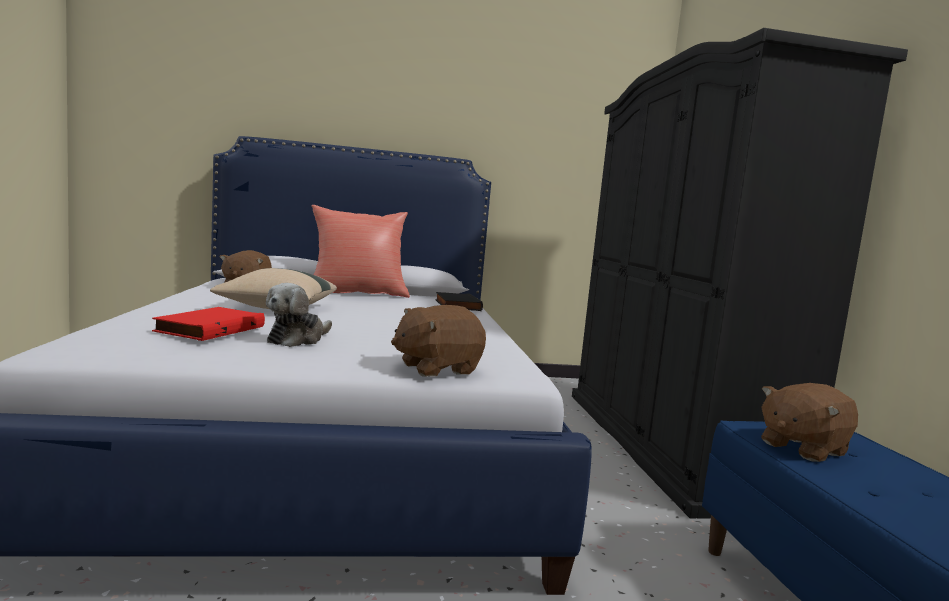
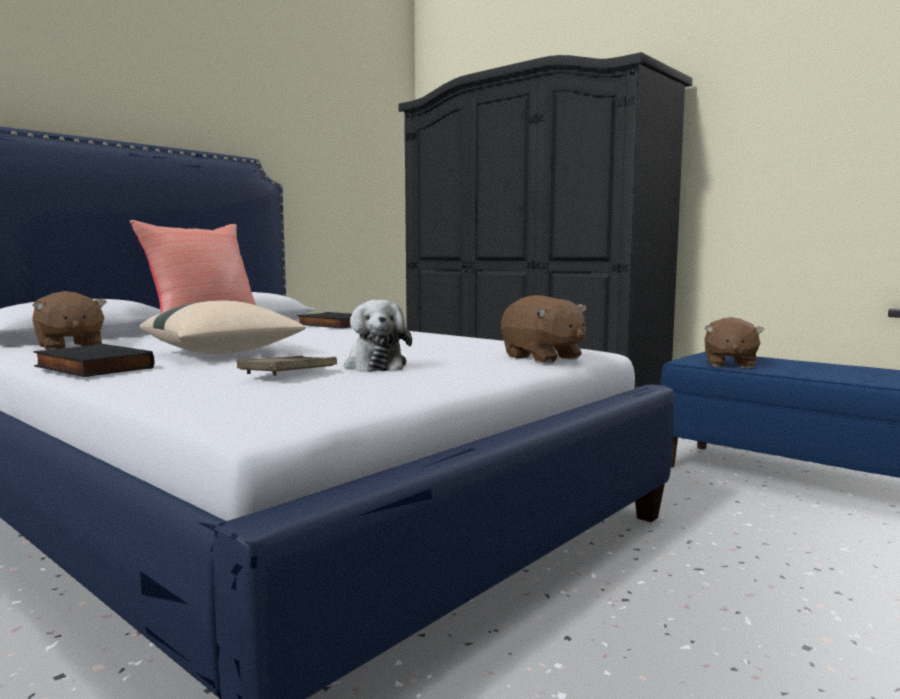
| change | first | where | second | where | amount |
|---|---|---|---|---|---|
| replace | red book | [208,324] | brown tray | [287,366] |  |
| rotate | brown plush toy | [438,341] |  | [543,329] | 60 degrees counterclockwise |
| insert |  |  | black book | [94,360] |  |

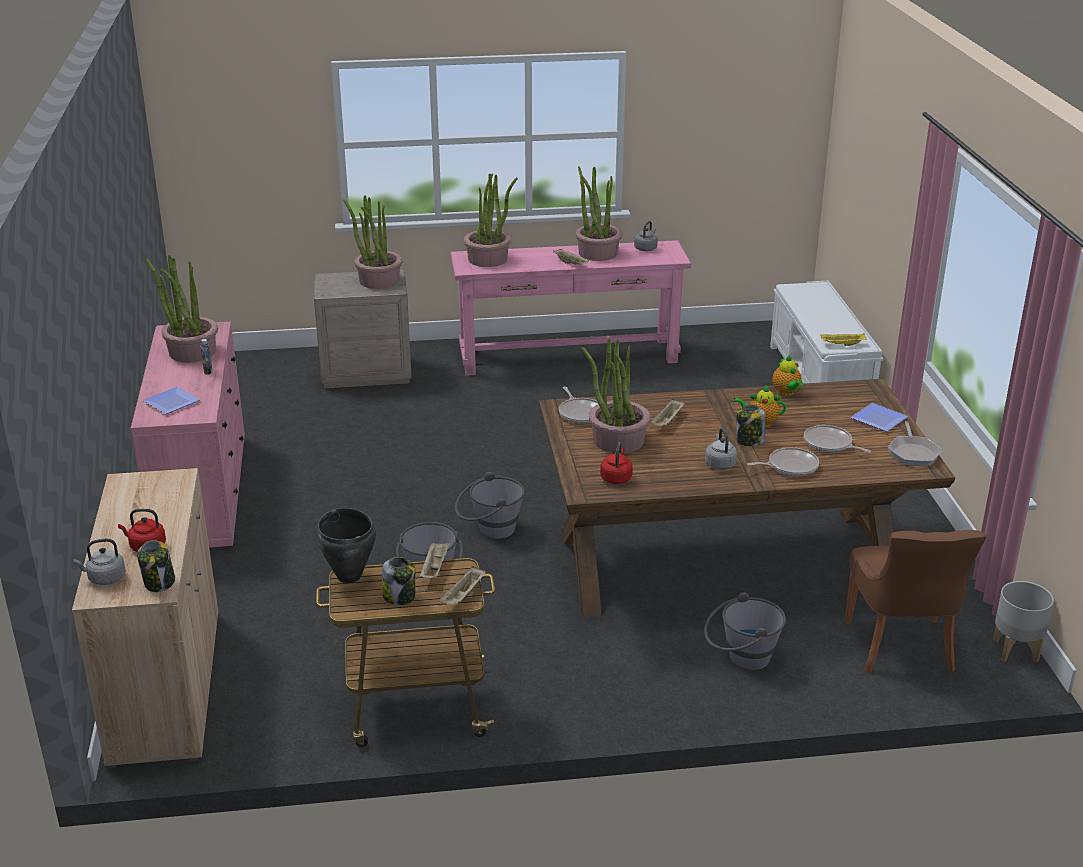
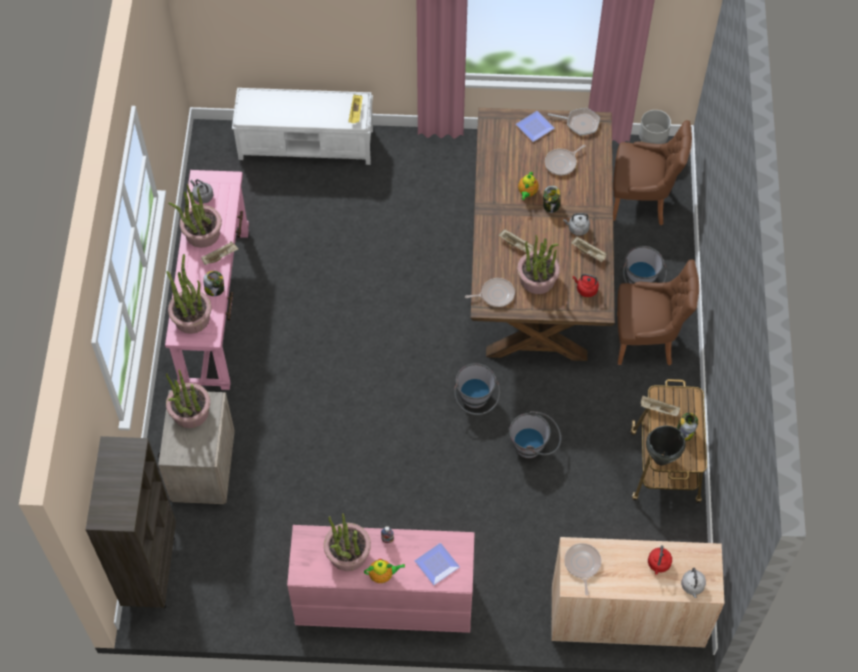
| change | first | where | second | where | amount |
|---|---|---|---|---|---|
| move | jar | [156,566] |  | [213,283] |  |
| move | beige tray | [462,585] |  | [589,249] |  |
| move | frying pan | [783,461] |  | [582,569] |  |
| move | teapot | [788,375] |  | [384,571] |  |
| insert |  |  | brown bookcase | [131,522] |  |
| insert |  |  | brown chair | [658,312] |  |

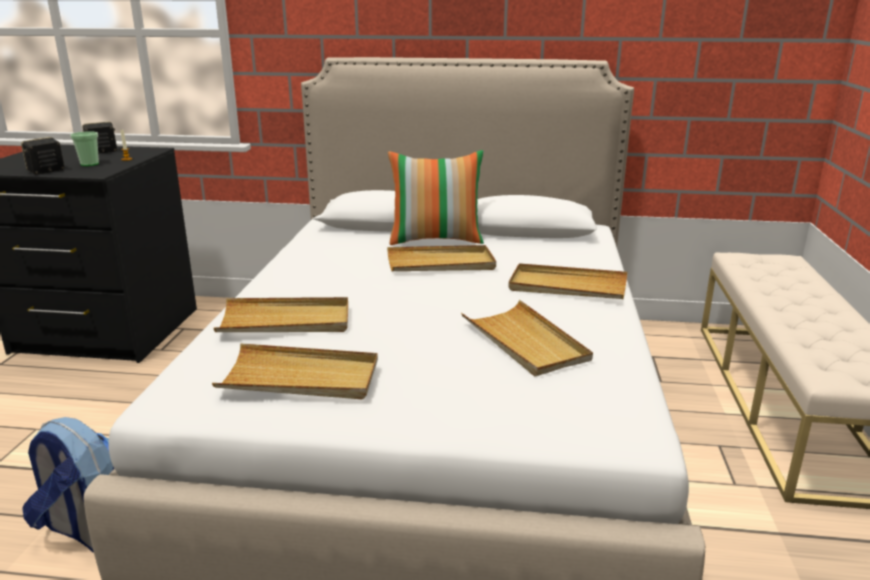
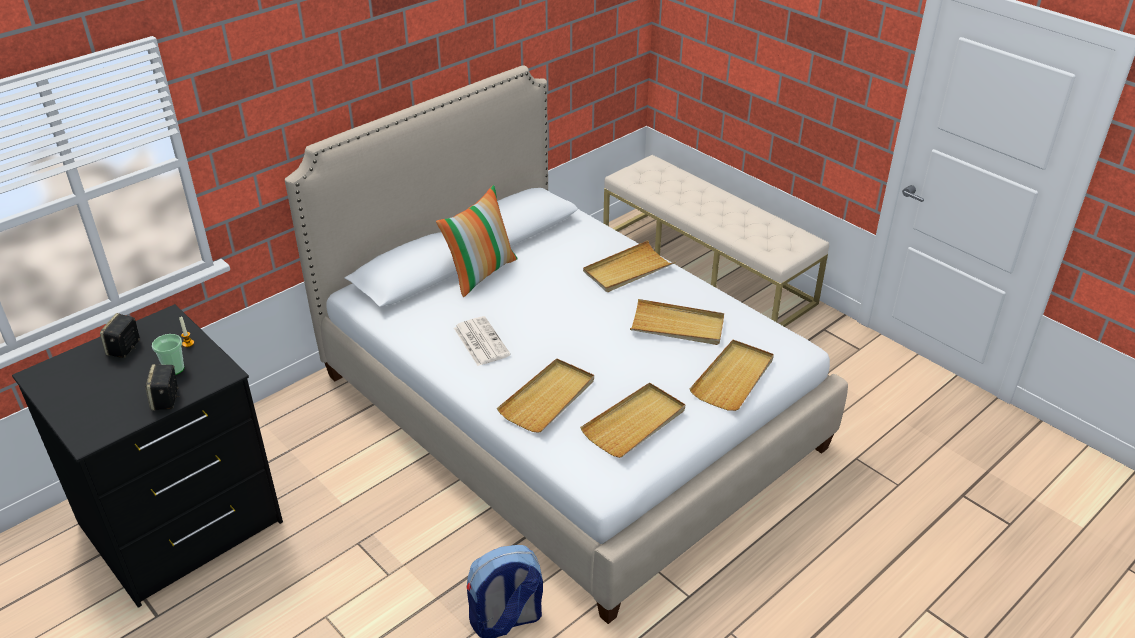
| change | first | where | second | where | amount |
|---|---|---|---|---|---|
| move | beige tray | [441,258] |  | [732,375] |  |
| insert |  |  | newspaper | [482,341] |  |

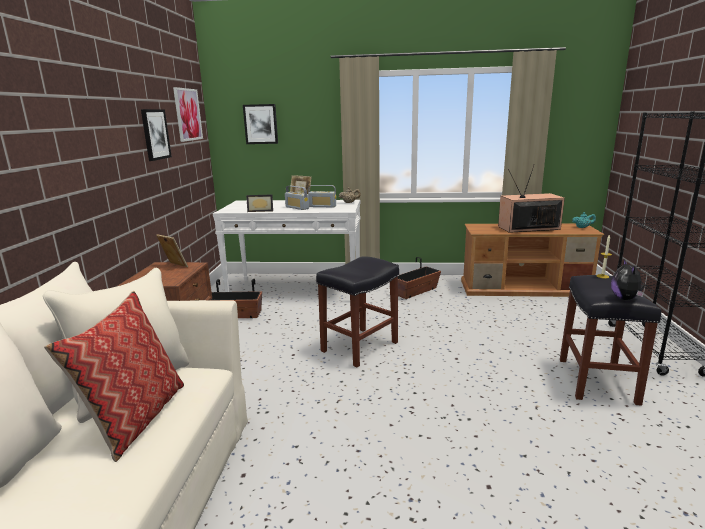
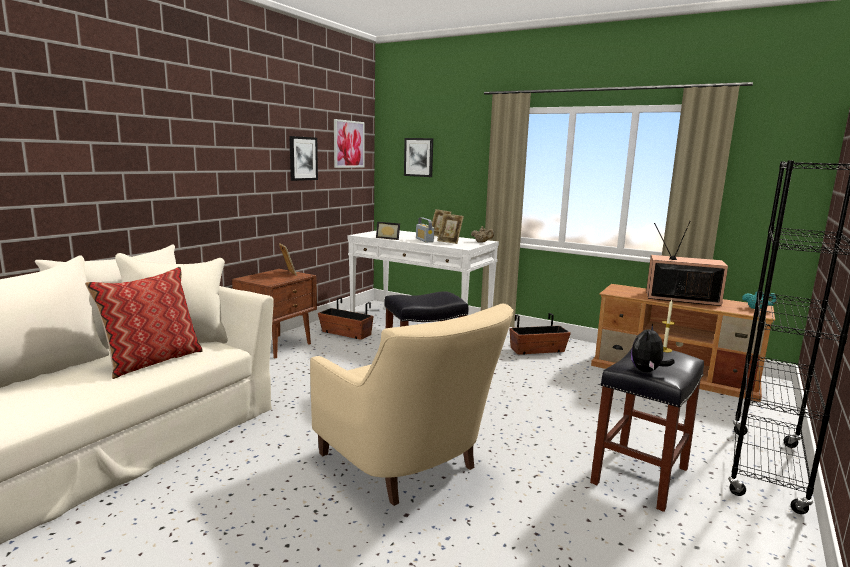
| change | first | where | second | where | amount |
|---|---|---|---|---|---|
| replace | radio | [322,196] | picture frame | [450,228] |  |
| insert |  |  | beige armchair | [411,405] |  |

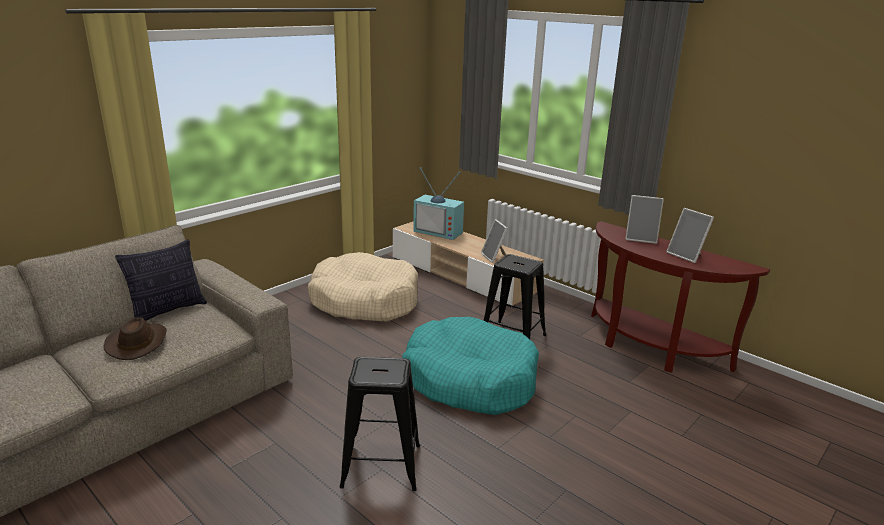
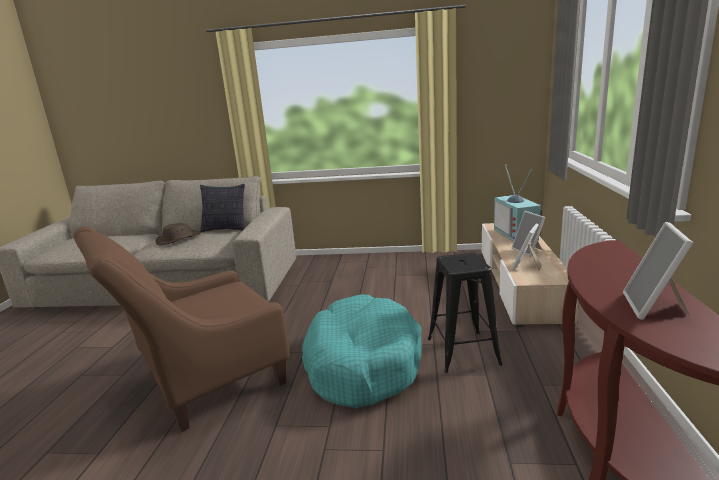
| change | first | where | second | where | amount |
|---|---|---|---|---|---|
| delete | beige dog bed | [362,287] |  |  |  |
| replace | black stool | [380,424] | brown armchair | [181,329] |  |
| move | picture frame | [644,219] |  | [528,234] |  |

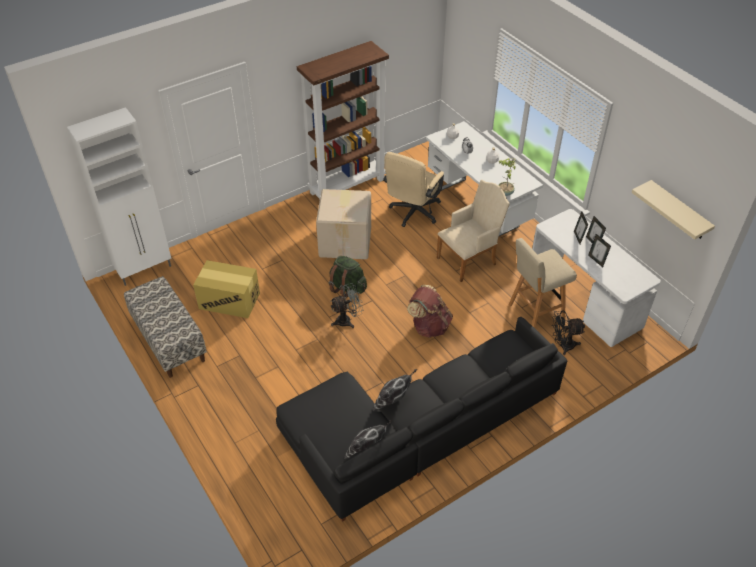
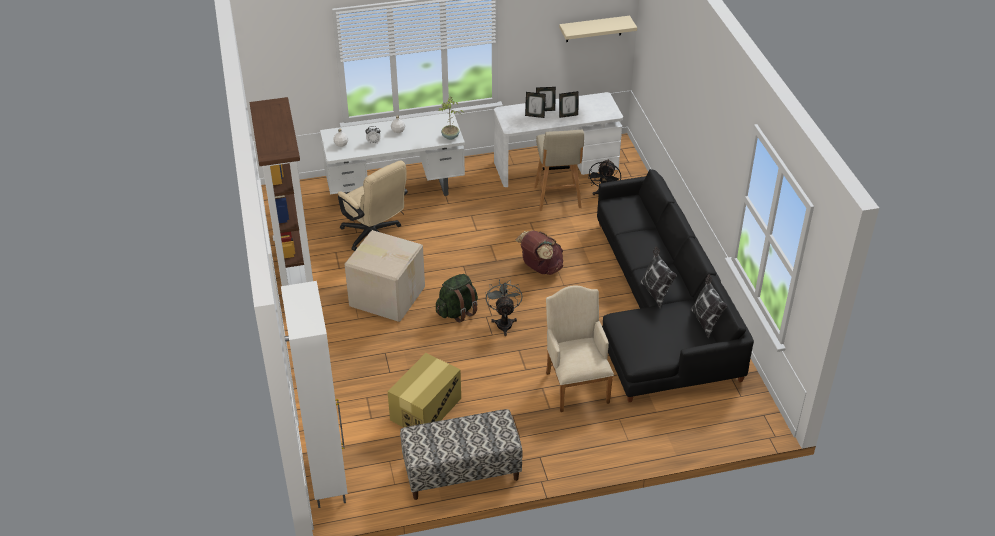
| change | first | where | second | where | amount |
|---|---|---|---|---|---|
| move | beige armchair | [473,231] |  | [580,348] |  |

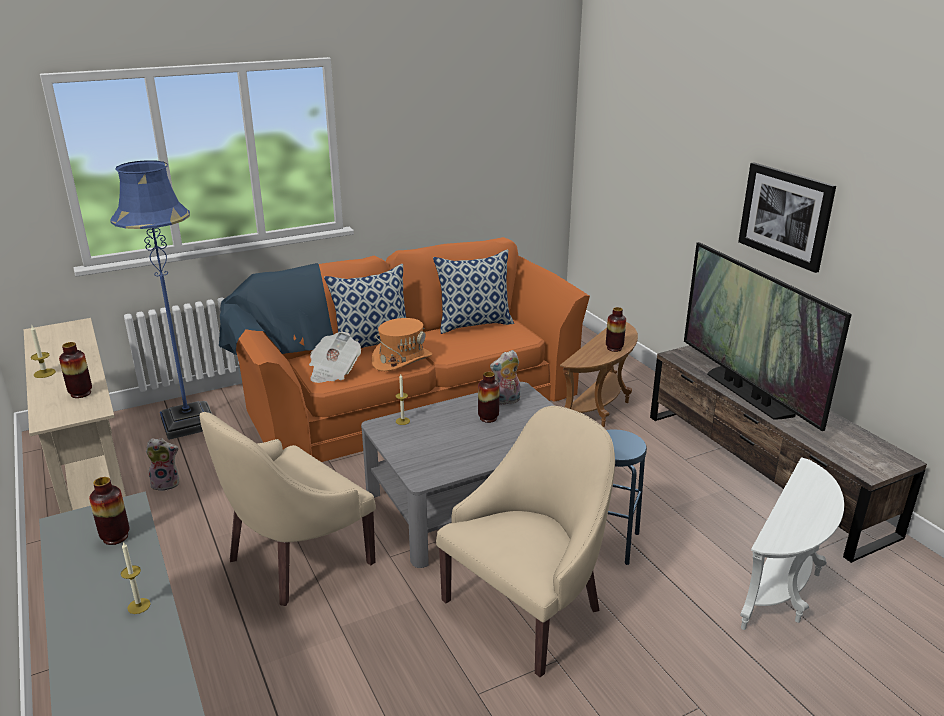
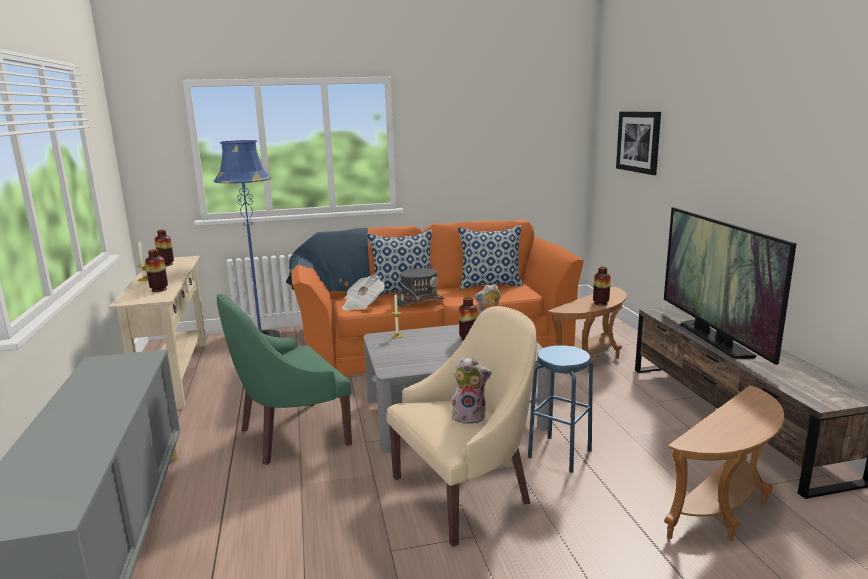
| change | first | where | second | where | amount |
|---|---|---|---|---|---|
| move | vase | [109,511] |  | [164,248] |  |
| delete | candle | [136,578] |  |  |  |
| move | plush toy | [162,464] |  | [471,390] |  |
| recolor | beige armchair | [288,509] | green armchair | [284,379] |  |
| recolor | orange hat | [401,344] | grey hat | [419,287] |  |
| move | picture | [787,217] |  | [638,143] |  |
| recolor | white side table | [792,543] | brown side table | [724,463] |  |

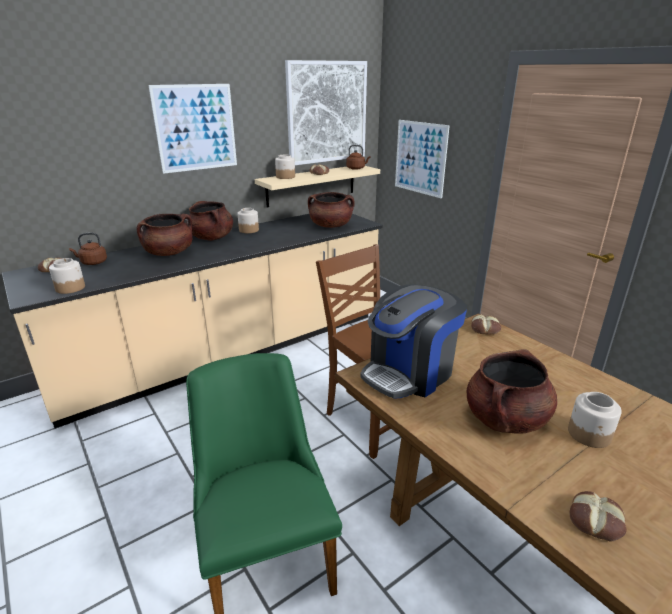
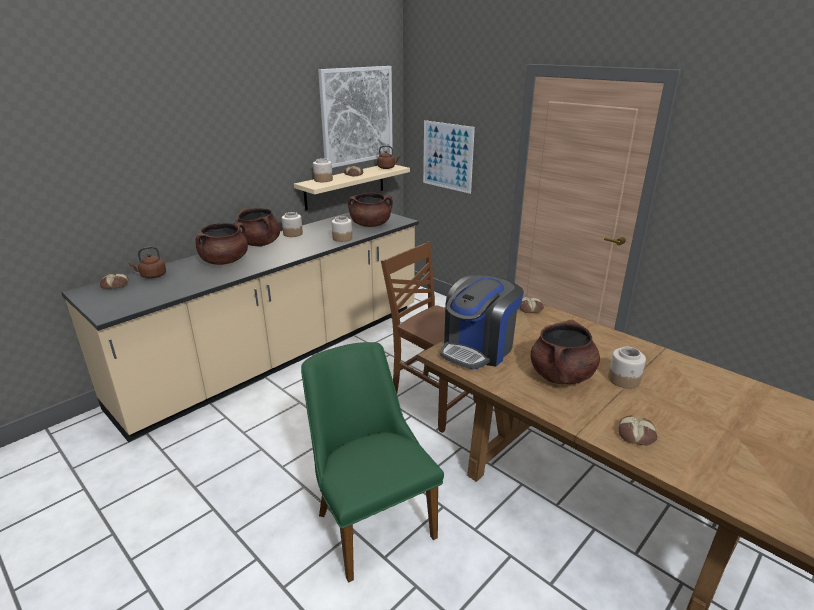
| change | first | where | second | where | amount |
|---|---|---|---|---|---|
| move | jar | [67,276] |  | [342,229] |  |
| delete | picture | [192,129] |  |  |  |

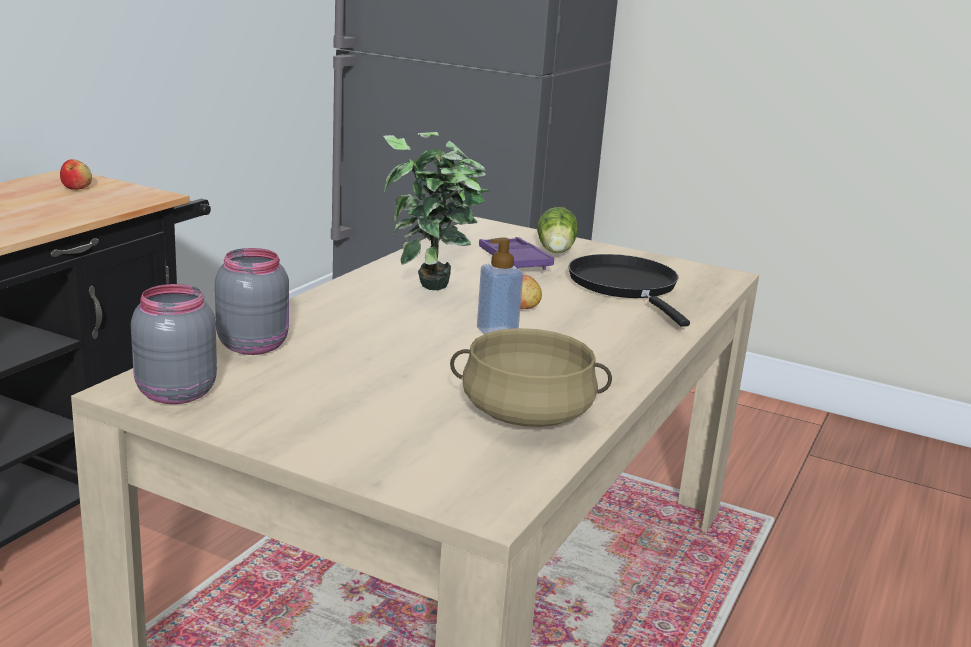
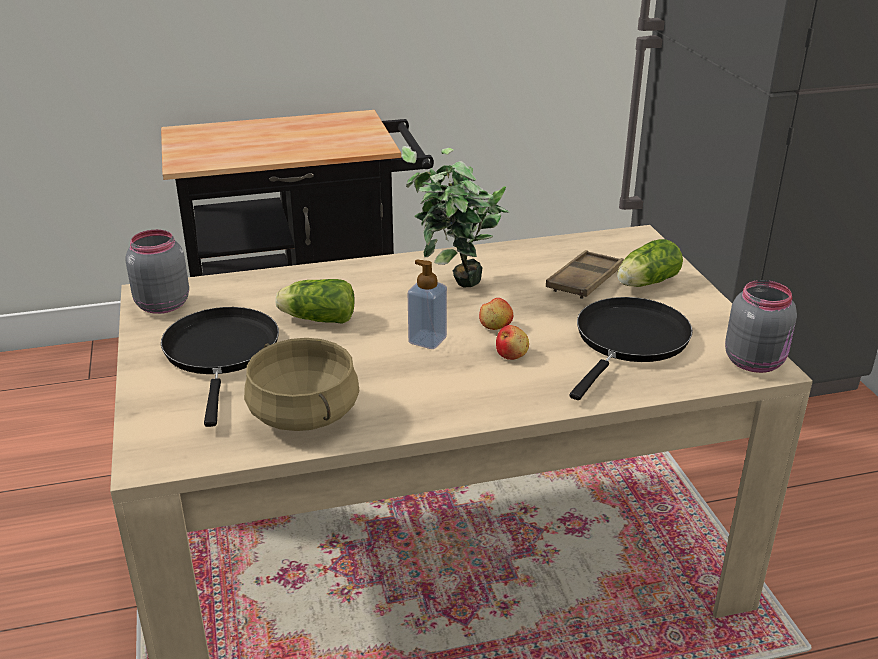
| change | first | where | second | where | amount |
|---|---|---|---|---|---|
| move | apple | [76,174] |  | [512,342] |  |
| move | grey jar | [252,301] |  | [761,326] |  |
| recolor | purple tray | [516,253] | brown tray | [585,274] |  |
| insert |  |  | black frying pan | [220,367] |  |
| insert |  |  | lettuce | [315,301] |  |

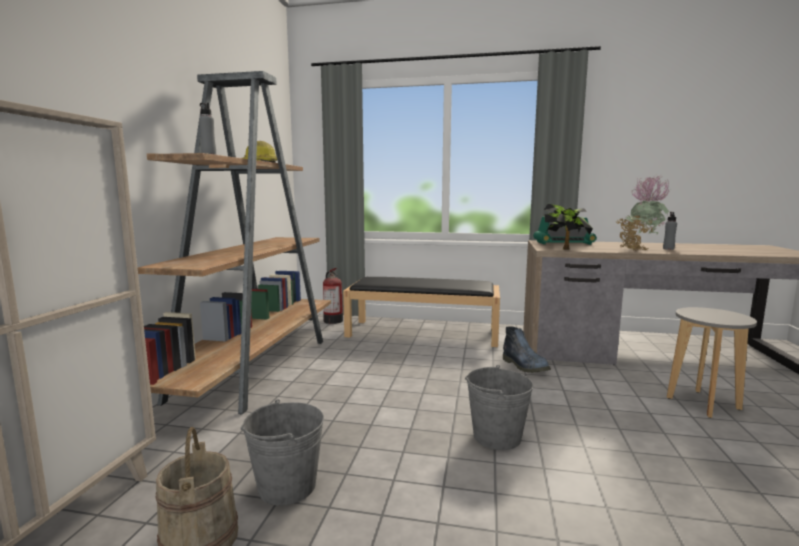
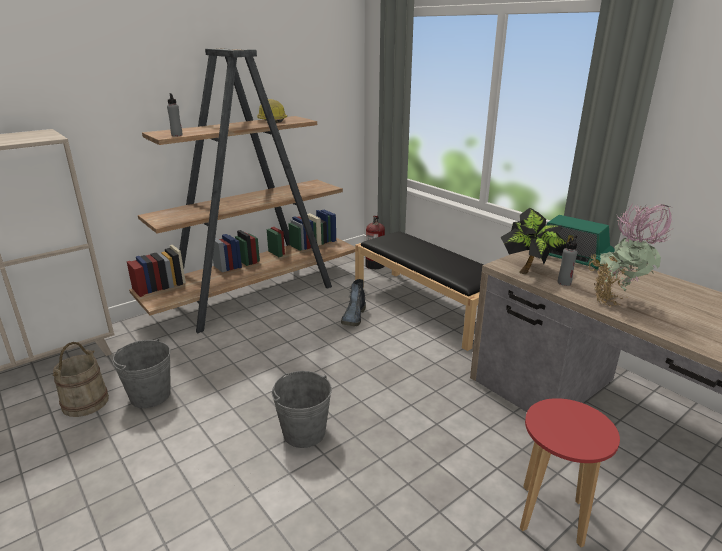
| change | first | where | second | where | amount |
|---|---|---|---|---|---|
| move | boot | [527,350] |  | [353,302] |  |
| move | grey bottle | [670,231] |  | [568,260] |  |
| recolor | grey stool | [712,362] | red stool | [570,473] |  |

